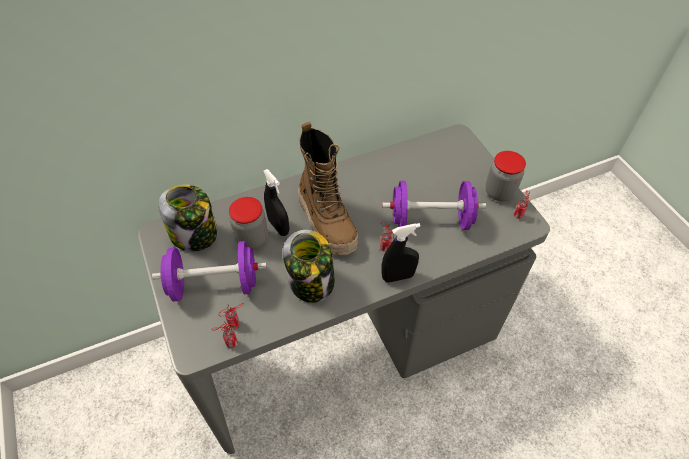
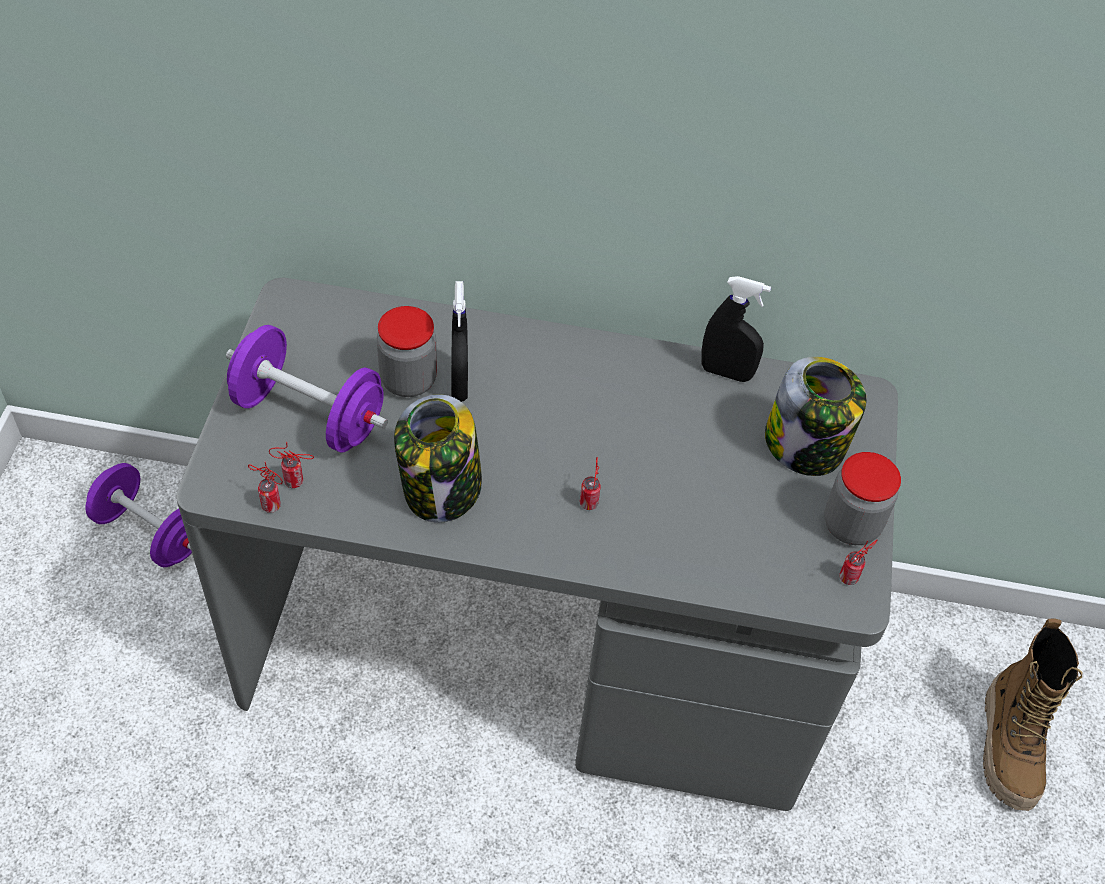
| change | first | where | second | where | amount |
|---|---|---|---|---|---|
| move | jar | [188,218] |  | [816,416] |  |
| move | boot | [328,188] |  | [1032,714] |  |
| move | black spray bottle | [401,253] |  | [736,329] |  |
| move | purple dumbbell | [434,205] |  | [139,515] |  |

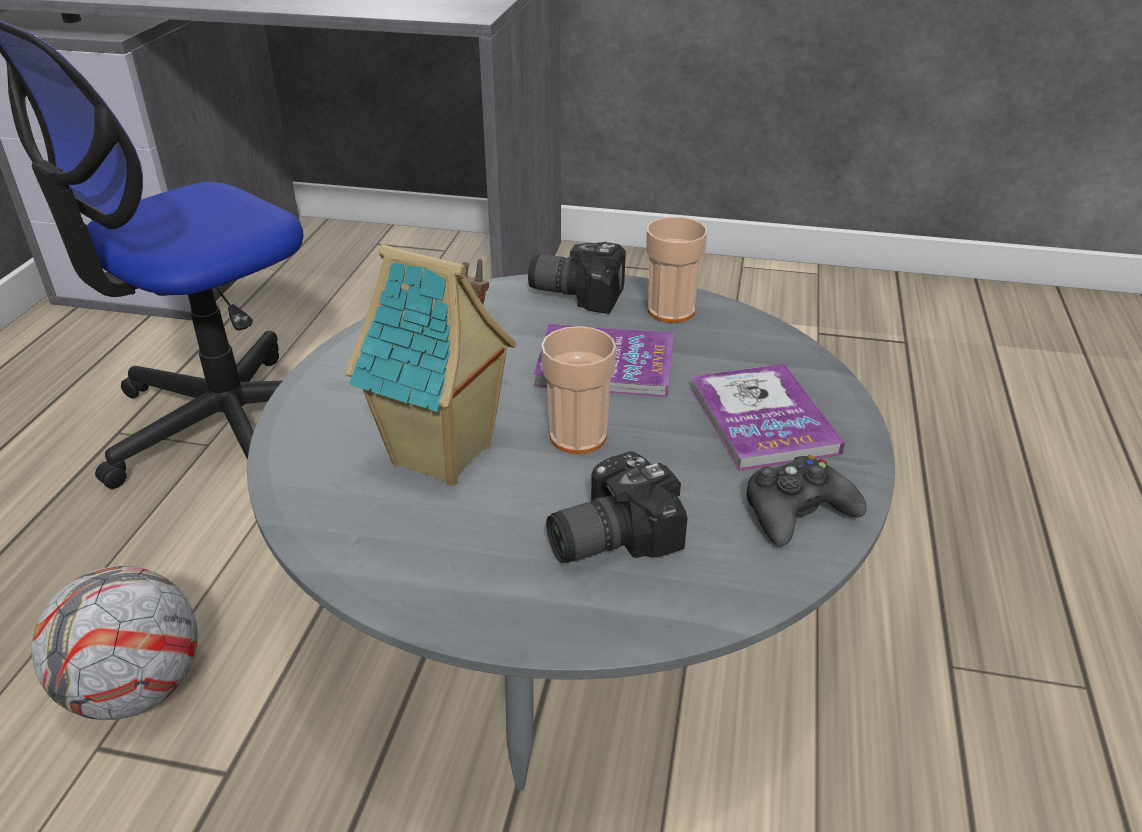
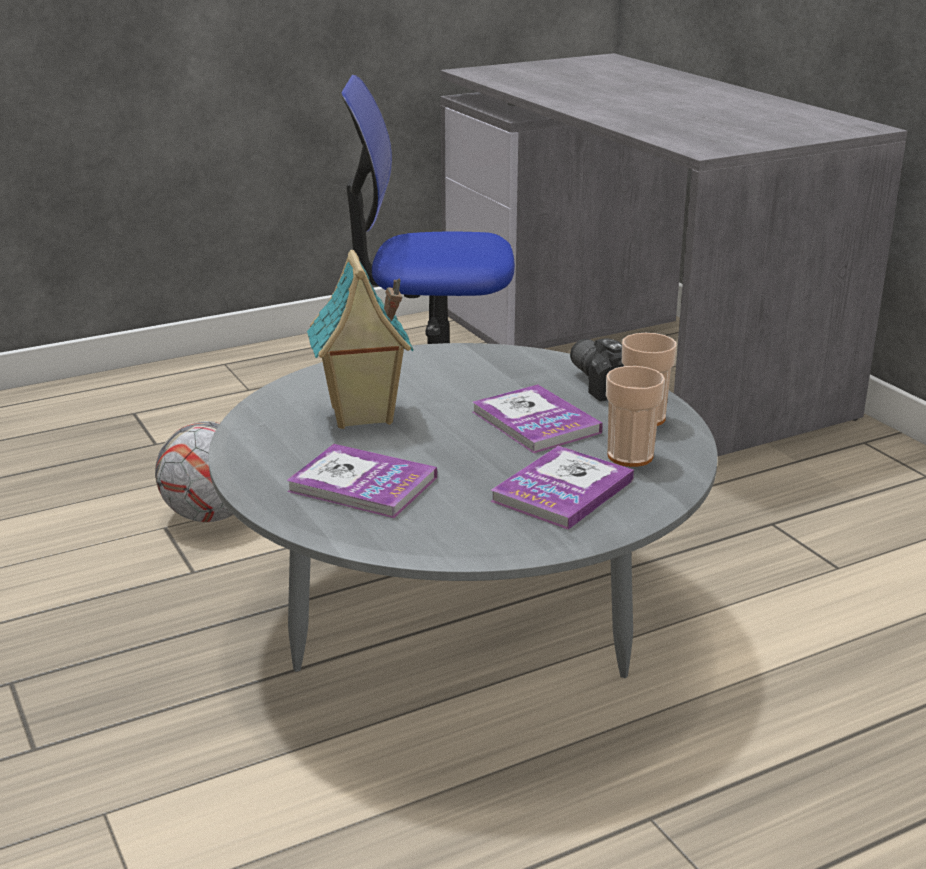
| change | first | where | second | where | amount |
|---|---|---|---|---|---|
| move | cup | [578,390] |  | [635,416] |  |
| replace | photo camera | [616,507] | book | [361,481] |  |
| delete | black game controller | [806,500] |  |  |  |

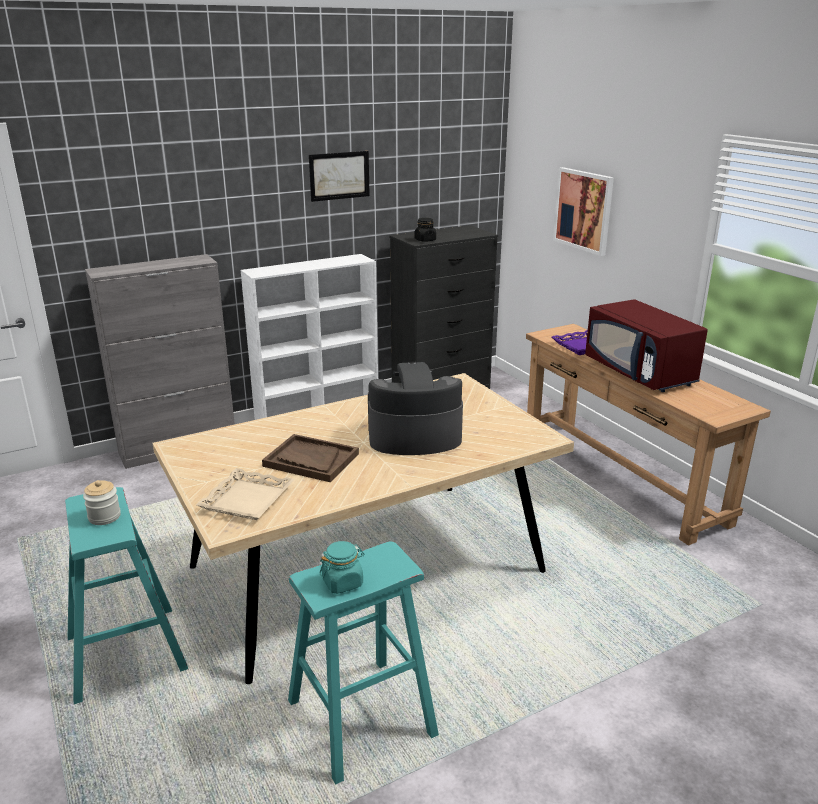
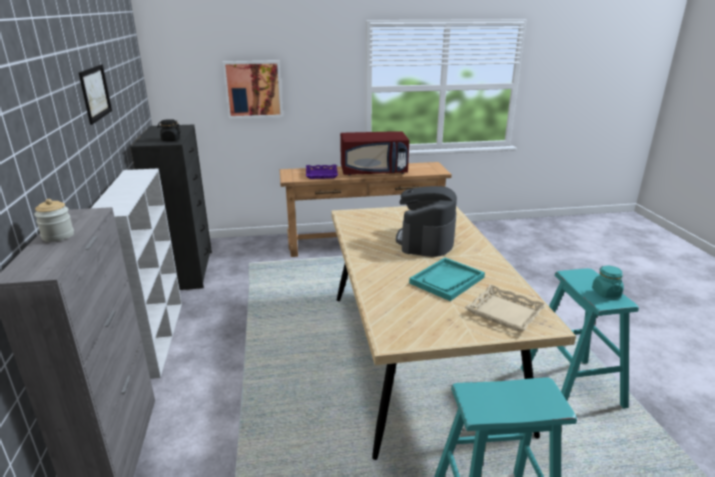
| change | first | where | second | where | amount |
|---|---|---|---|---|---|
| move | jar | [102,502] |  | [54,220] |  |
| recolor | brown tray | [310,458] | turquoise tray | [447,279] |  |

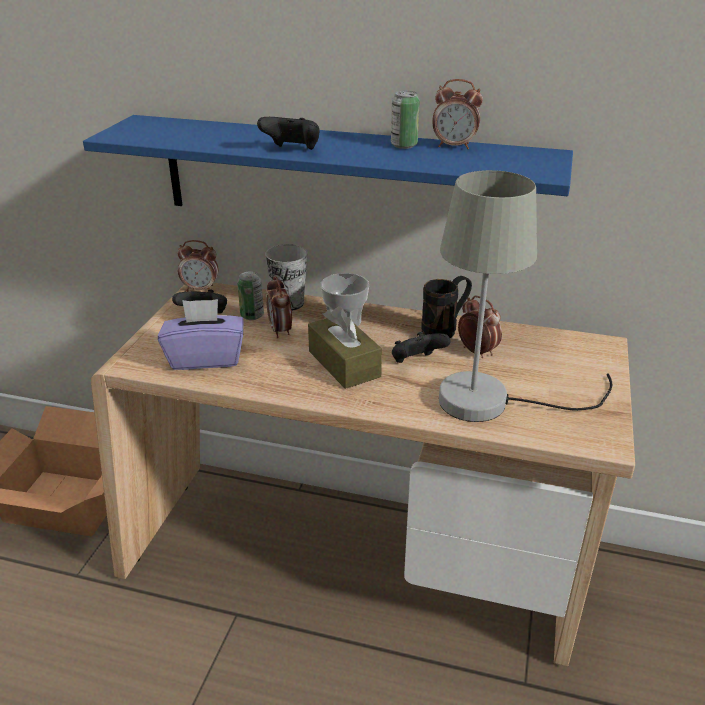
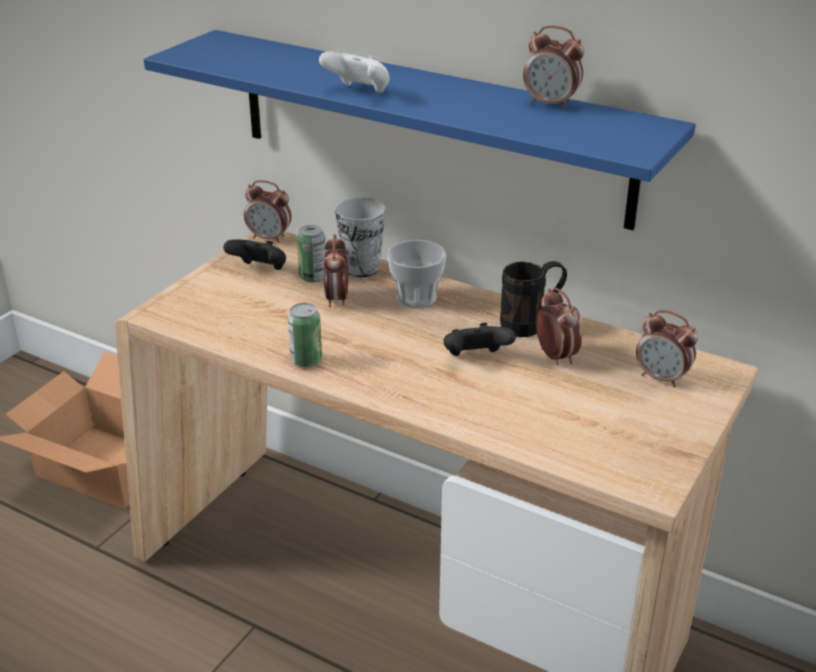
| change | first | where | second | where | amount |
|---|---|---|---|---|---|
| delete | purple tissue box | [200,334] |  |  |  |
| recolor | black game controller | [288,133] | white game controller | [354,72] |  |
| delete | brown tissue box | [345,347] |  |  |  |
| move | can | [405,120] |  | [305,335] |  |
| delete | grey table lamp | [525,296] |  |  |  |
| insert |  |  | alarm clock | [667,349] |  |

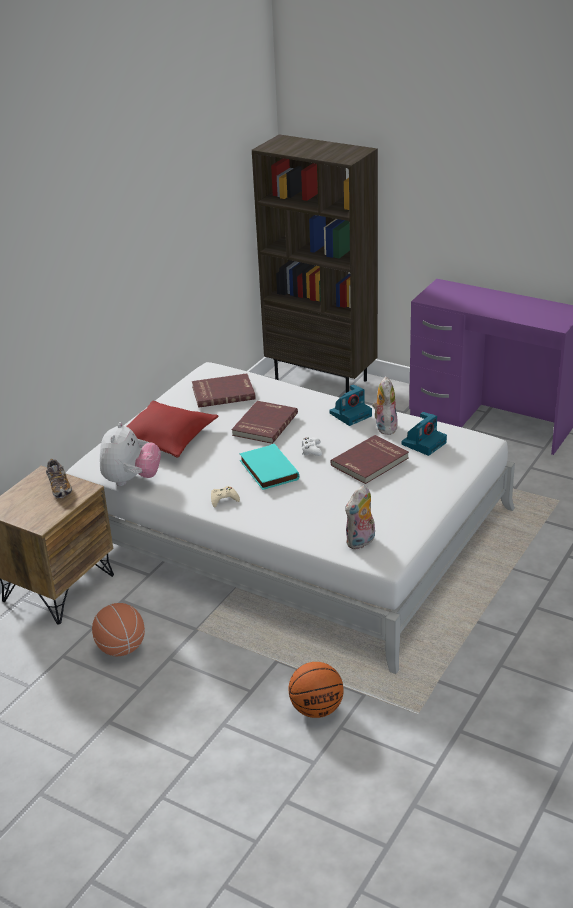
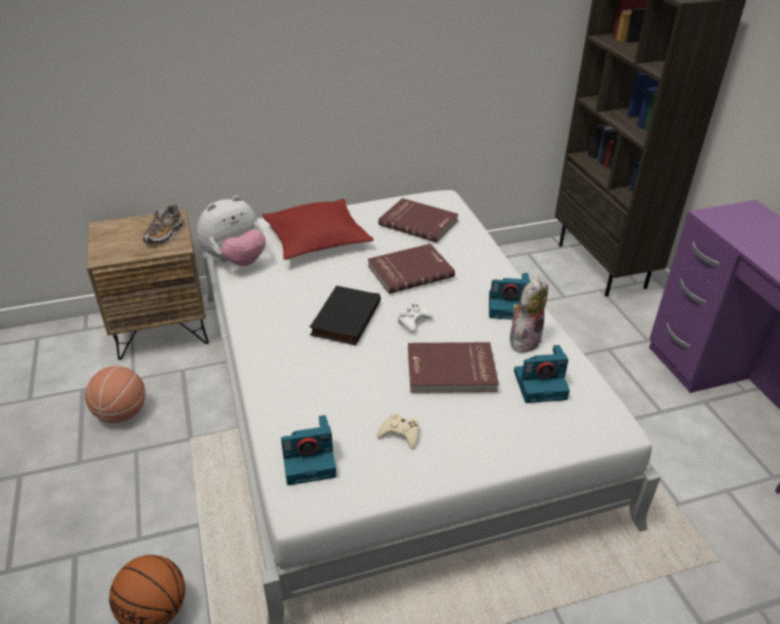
| change | first | where | second | where | amount |
|---|---|---|---|---|---|
| move | beige game controller | [225,497] |  | [398,431] |  |
| recolor | turquoise book | [269,467] | black book | [345,316] |  |
| replace | plush toy | [360,517] | photo camera | [308,450] |  |

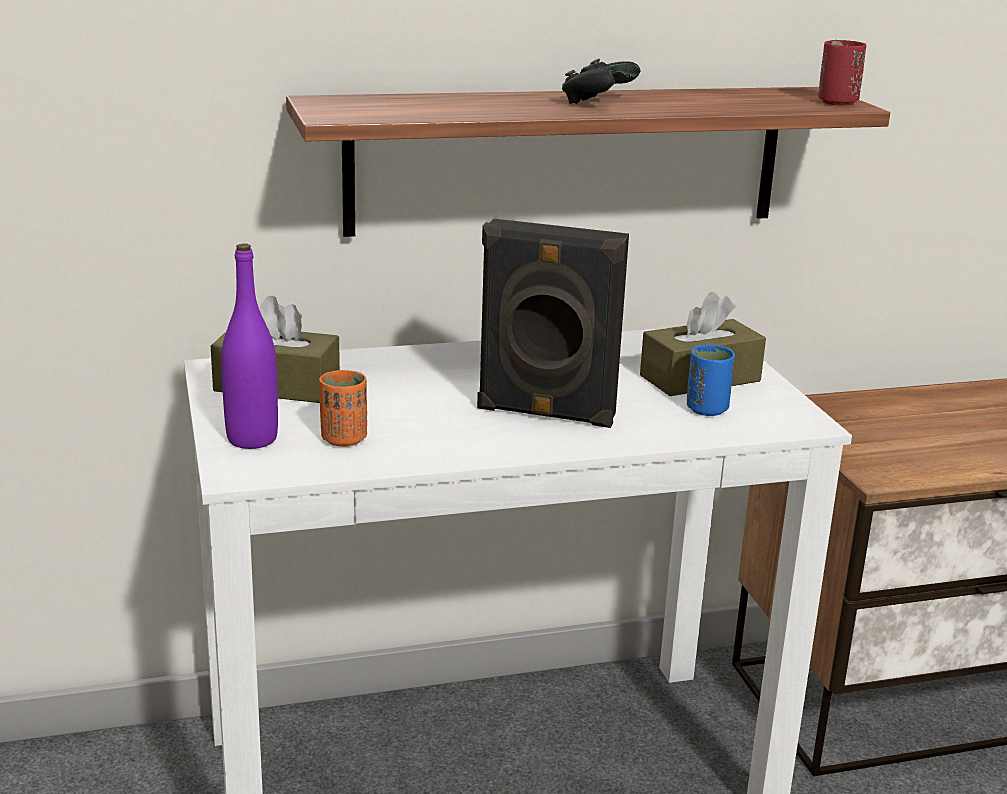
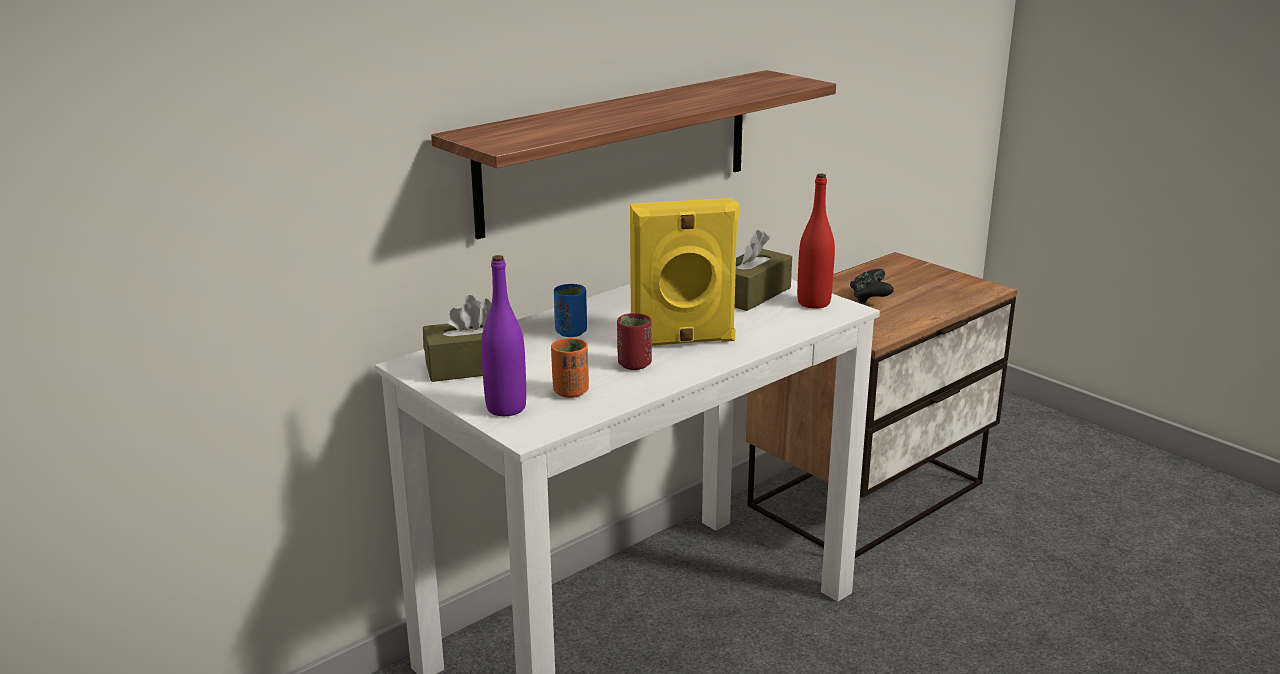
| change | first | where | second | where | amount |
|---|---|---|---|---|---|
| recolor | black speaker | [553,323] | yellow speaker | [684,272] |  |
| move | black game controller | [601,81] |  | [872,286] |  |
| move | blue cup | [711,380] |  | [570,310] |  |
| move | red cup | [842,73] |  | [634,341] |  |
| insert |  |  | red bottle | [816,241] |  |

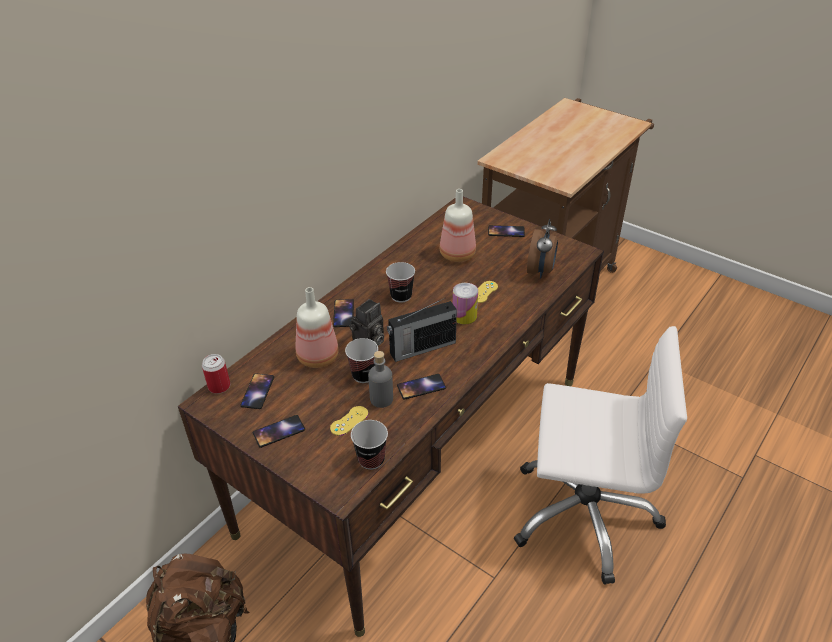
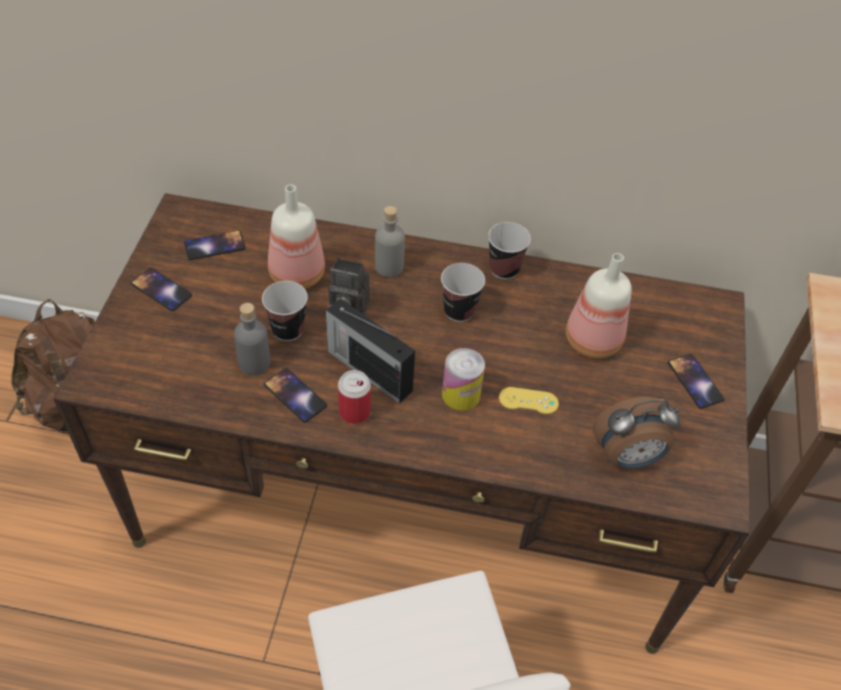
| change | first | where | second | where | amount |
|---|---|---|---|---|---|
| move | can | [216,374] |  | [354,397] |  |
| delete | yellow game controller | [349,421] |  |  |  |
| replace | phone | [343,313] | grey bottle | [390,241] |  |
| move | cup | [369,445] |  | [509,251] |  |

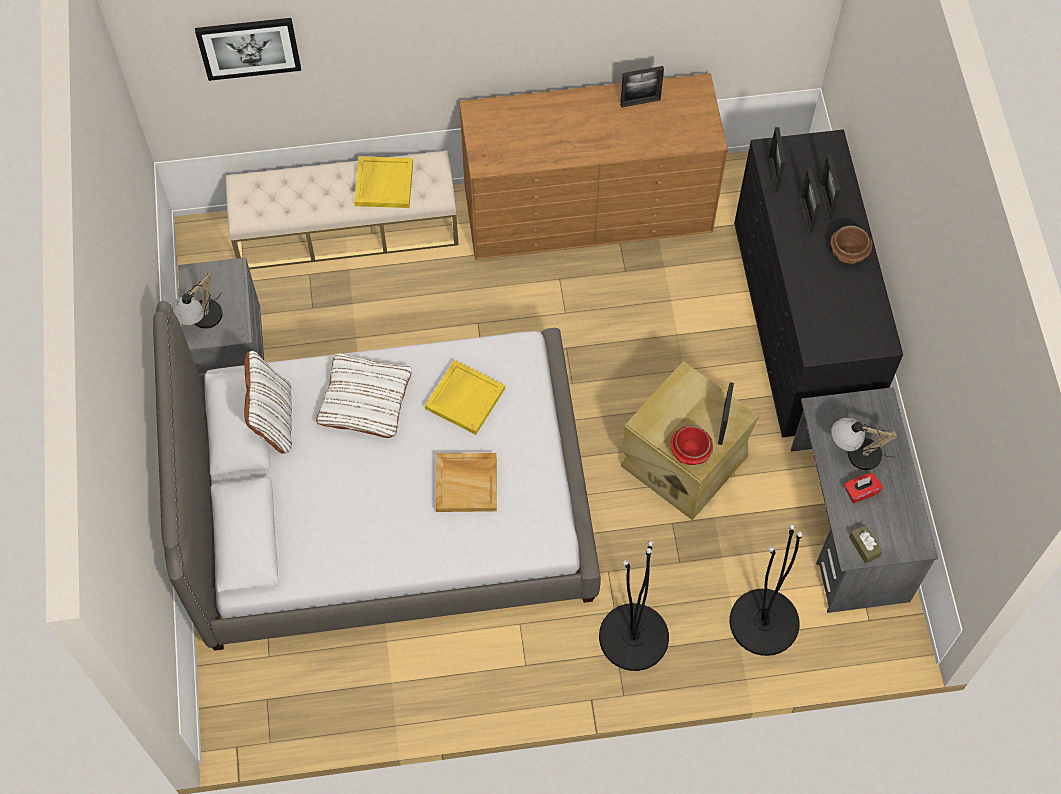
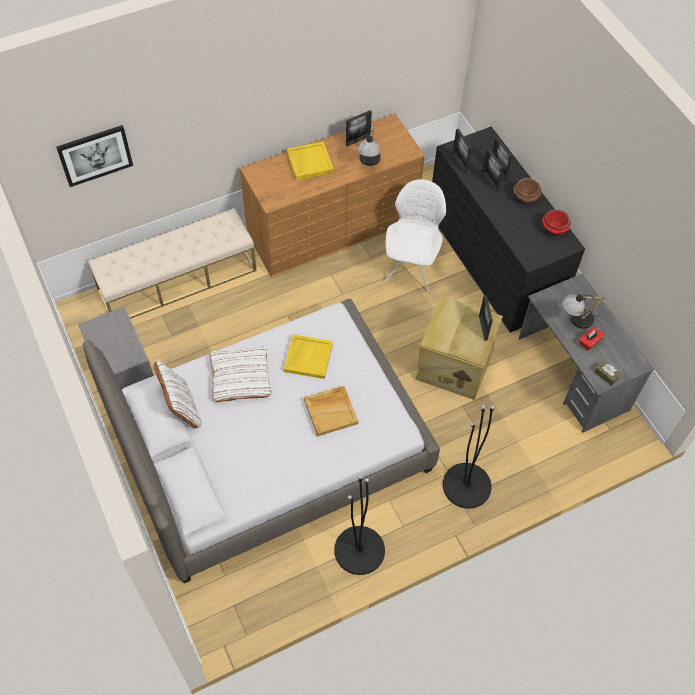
| change | first | where | second | where | amount |
|---|---|---|---|---|---|
| move | table lamp | [197,301] |  | [369,145] |  |
| move | yellow tray | [383,182] |  | [310,160] |  |
| move | red bowl | [692,445] |  | [556,222] |  |
| move | black floor lamp | [766,590] |  | [359,525] |  |
| insert |  |  | white chair | [415,235] |  |

